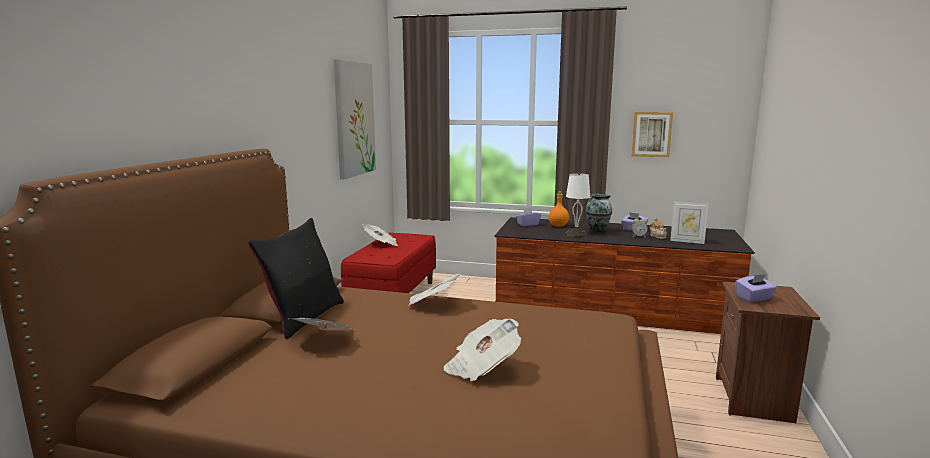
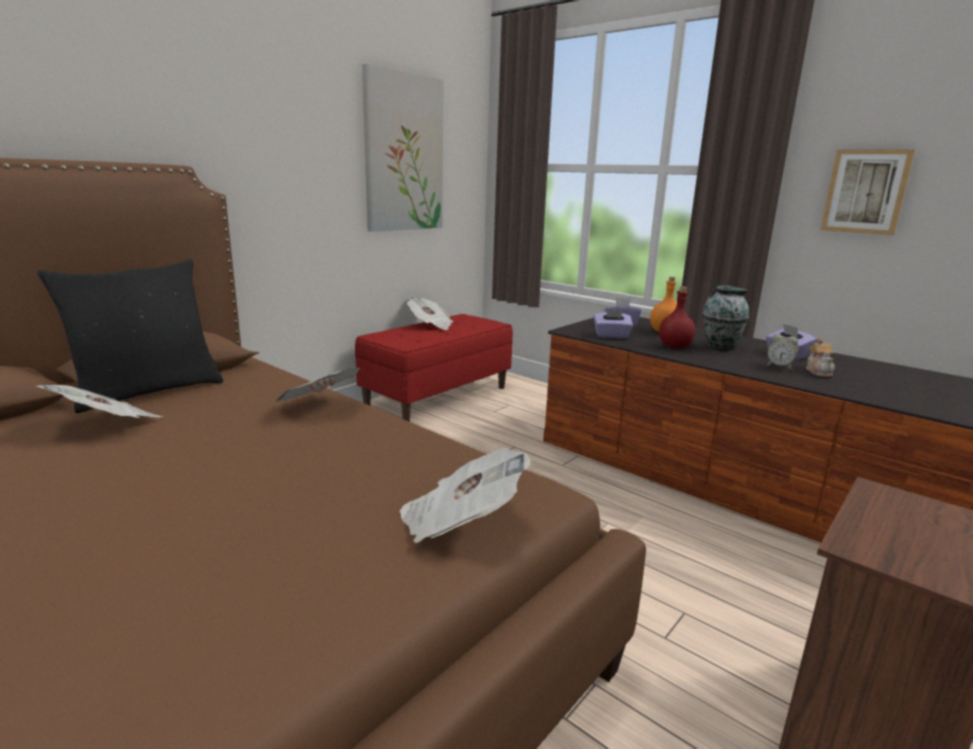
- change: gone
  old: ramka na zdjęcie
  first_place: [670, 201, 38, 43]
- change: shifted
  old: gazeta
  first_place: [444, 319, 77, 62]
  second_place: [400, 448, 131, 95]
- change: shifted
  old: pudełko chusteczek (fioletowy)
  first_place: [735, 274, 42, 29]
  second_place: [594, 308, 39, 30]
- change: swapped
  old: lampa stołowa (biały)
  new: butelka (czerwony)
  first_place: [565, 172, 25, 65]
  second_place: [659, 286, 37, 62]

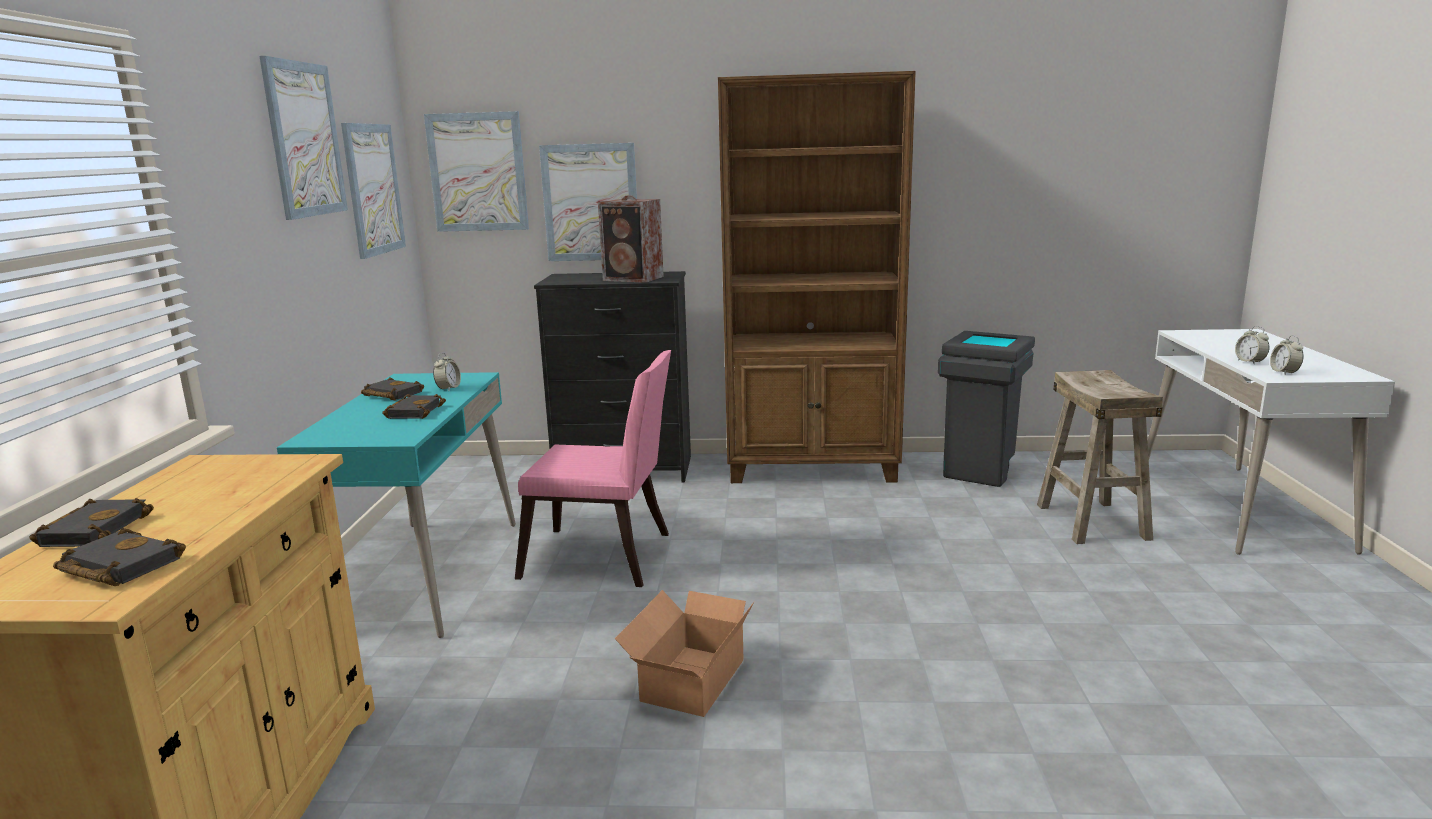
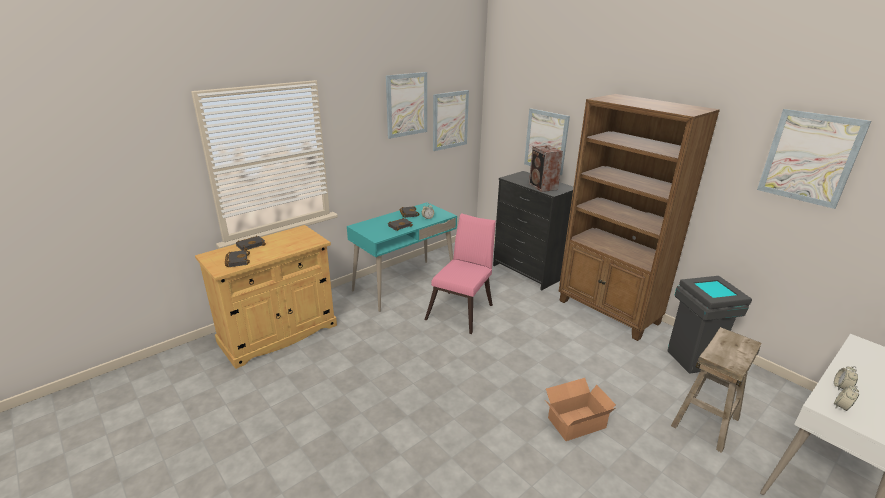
- change: shifted
  old: obraz
  first_place: [424, 111, 105, 121]
  second_place: [757, 109, 114, 100]
- change: shifted
  old: karton
  first_place: [615, 590, 140, 127]
  second_place: [545, 378, 71, 63]
- change: rotated
  old: krzesło (różowy)
  first_place: [515, 350, 156, 237]
  second_place: [425, 213, 71, 121]
  degrees: -120

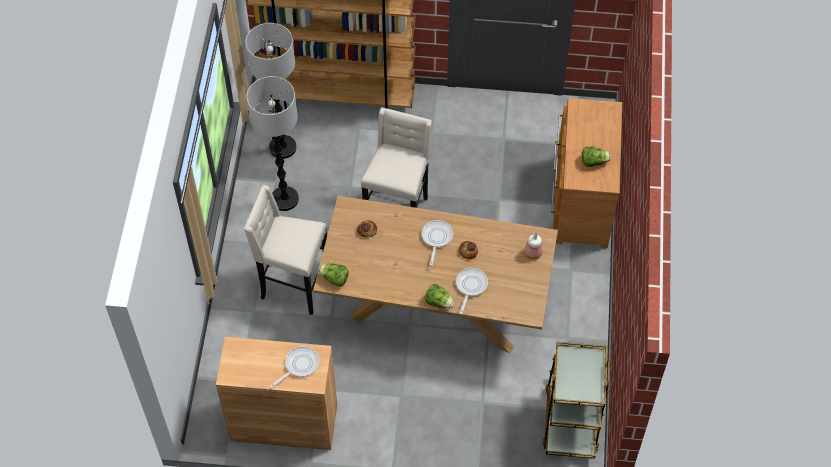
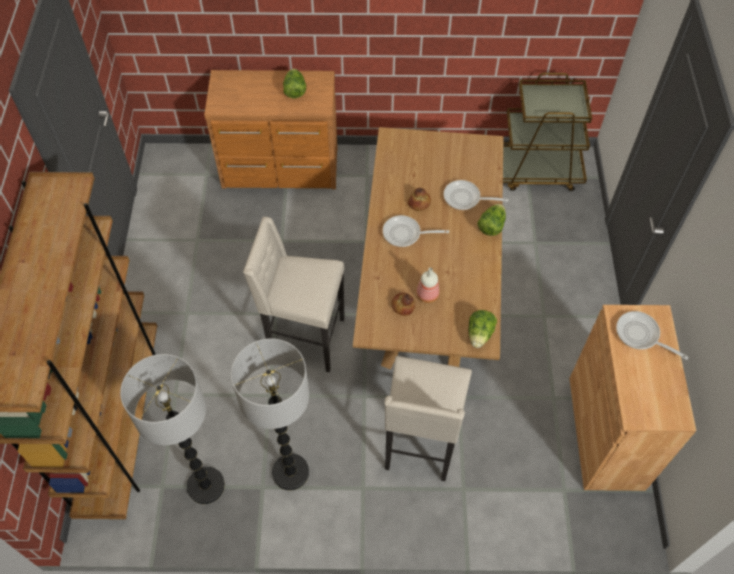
- change: shifted
  old: butelka
  first_place: [524, 232, 19, 28]
  second_place: [416, 268, 23, 35]

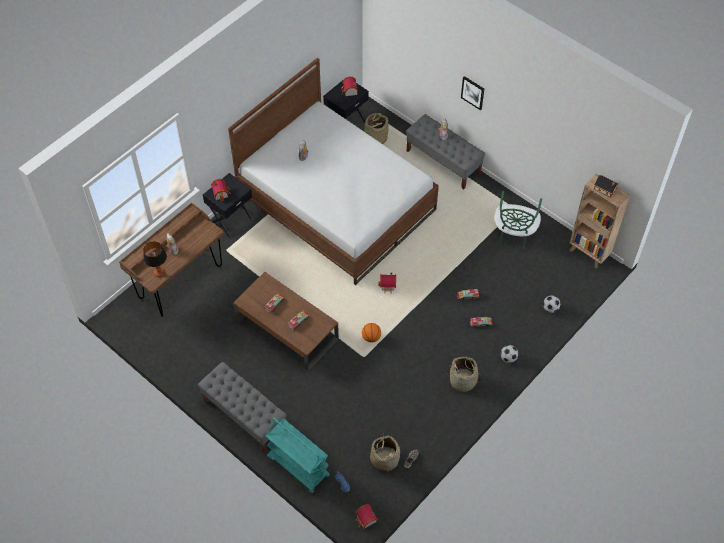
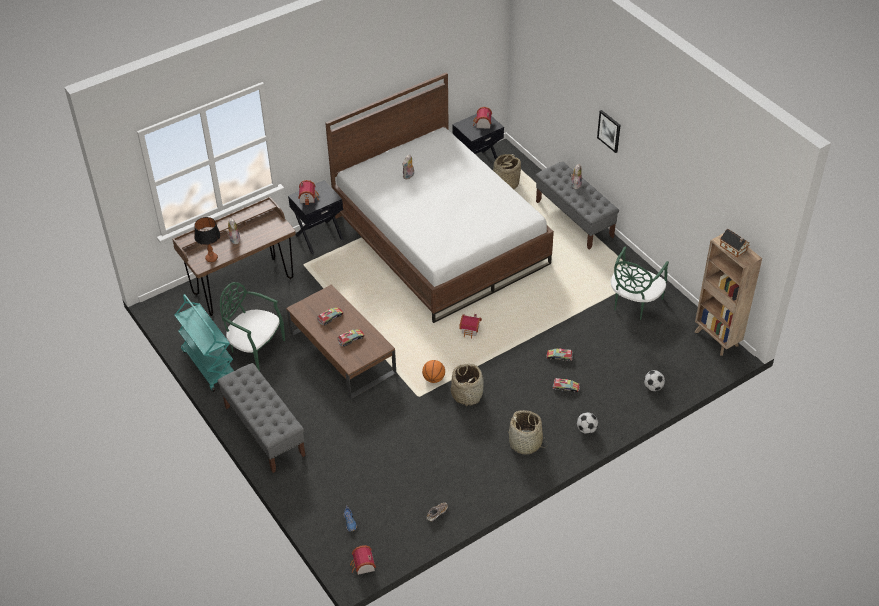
- change: new
  new: krzesło (zielony)
  second_place: [220, 282, 65, 89]
- change: shifted
  old: wózek (turkusowy)
  first_place: [265, 418, 66, 77]
  second_place: [175, 294, 59, 98]
- change: shifted
  old: koszyk
  first_place: [370, 436, 30, 36]
  second_place: [451, 363, 33, 43]

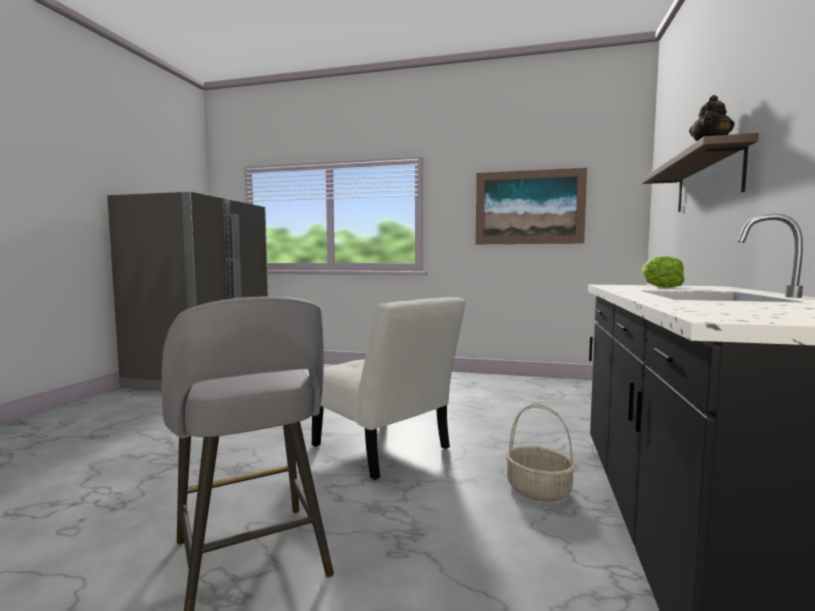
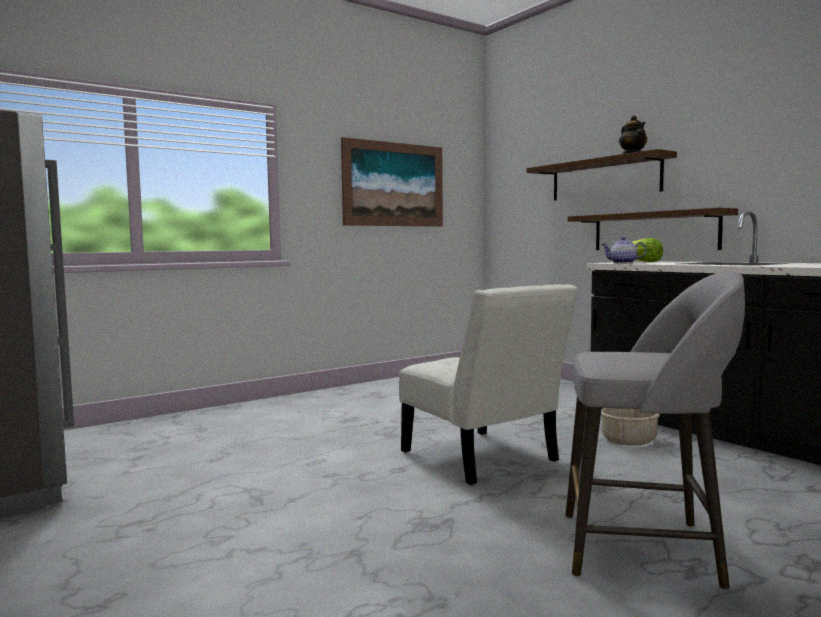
- change: new
  new: półka
  second_place: [568, 208, 170, 42]
- change: new
  new: imbryk
  second_place: [601, 237, 45, 26]
- change: rotated
  old: krzesło (biały)
  first_place: [312, 297, 154, 183]
  second_place: [399, 284, 179, 201]
  degrees: 60

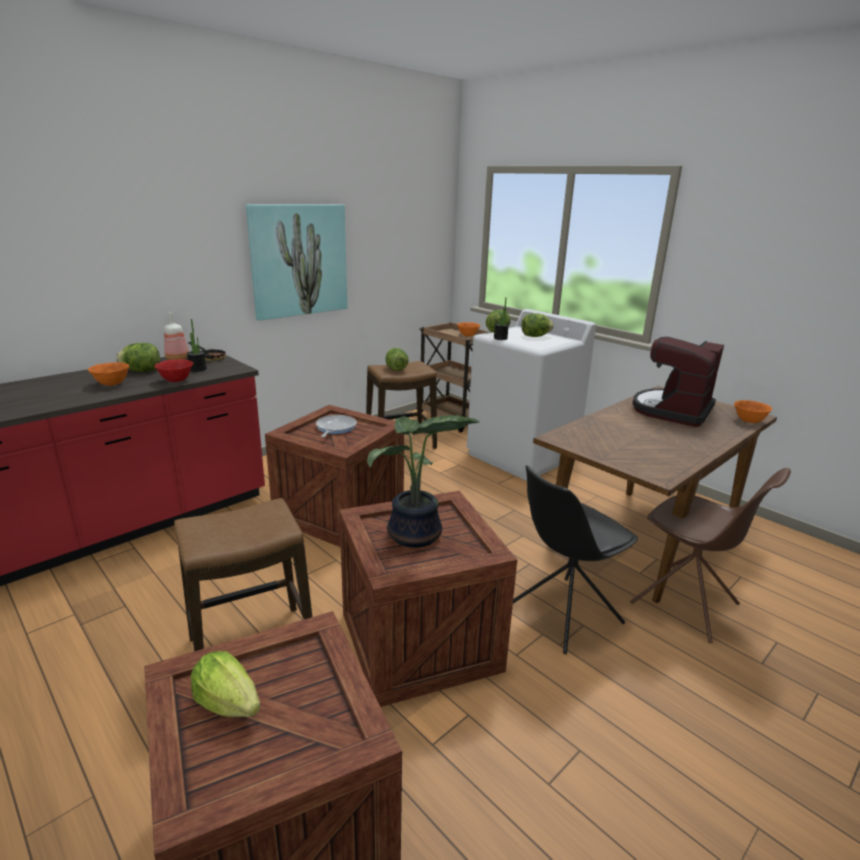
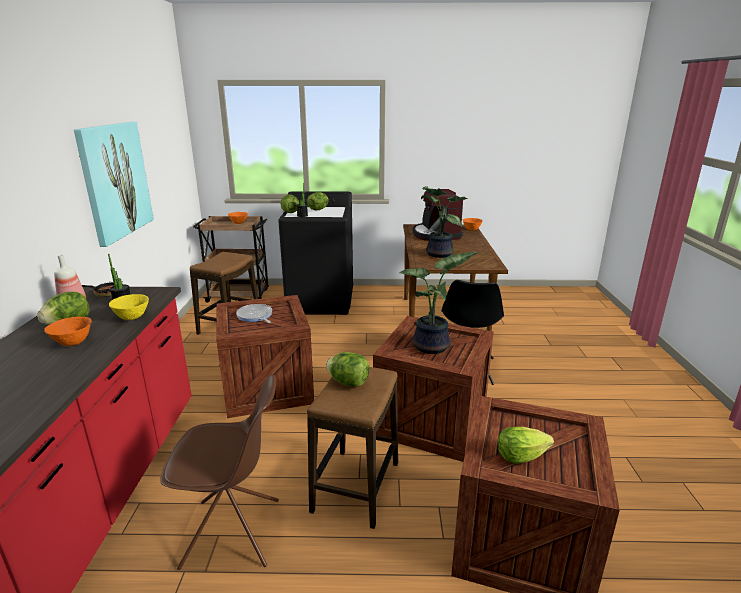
- change: new
  new: roślina doniczkowa
  second_place: [421, 186, 46, 72]
- change: shifted
  old: sałata
  first_place: [386, 348, 23, 23]
  second_place: [326, 352, 43, 35]
- change: shifted
  old: krzesło (brązowy)
  first_place: [630, 468, 161, 175]
  second_place: [160, 374, 119, 196]
- change: repainted
  old: miska (czerwony)
  new: miska (żółty)
  first_place: [155, 359, 38, 23]
  second_place: [109, 294, 40, 26]
- change: repainted
  old: pralka (biały)
  new: pralka (czarny)
  first_place: [467, 309, 129, 172]
  second_place: [278, 191, 75, 124]

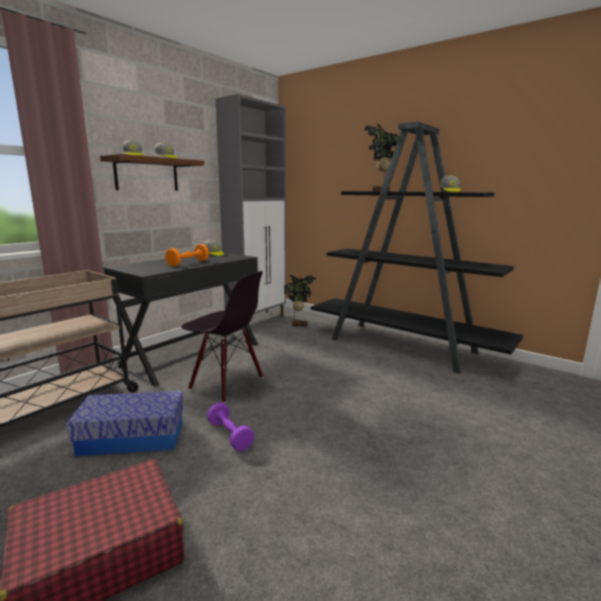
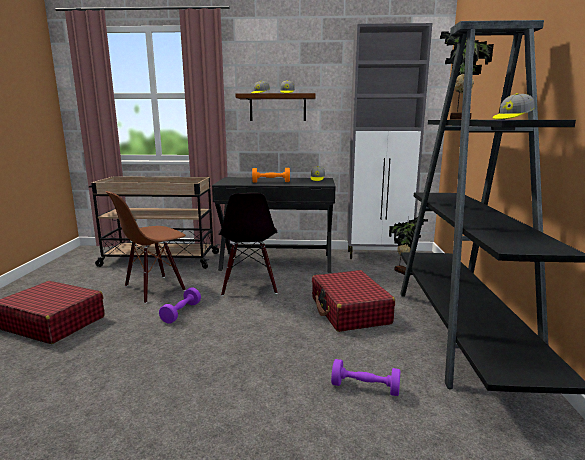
- change: new
  new: walizka (czerwony)
  second_place: [312, 270, 83, 62]
- change: new
  new: hantel (fioletowy)
  second_place: [331, 359, 69, 37]
- change: swapped
  old: pojemnik do przechowywania
  new: krzesło (brązowy)
  first_place: [66, 391, 118, 65]
  second_place: [105, 191, 81, 113]

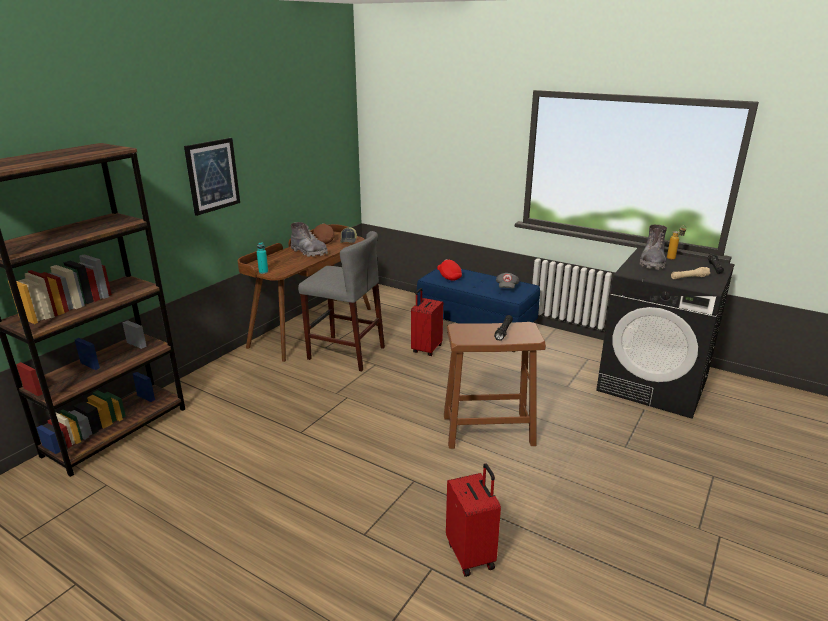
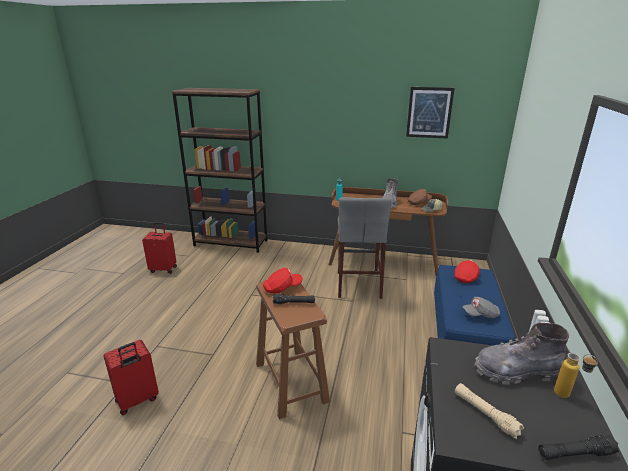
- change: new
  new: czapka z daszkiem (czerwony)
  second_place: [263, 268, 40, 25]
- change: shifted
  old: obraz
  first_place: [184, 138, 56, 78]
  second_place: [406, 87, 49, 52]
- change: shifted
  old: walizka (czerwony)
  first_place: [411, 288, 32, 68]
  second_place: [142, 222, 35, 52]

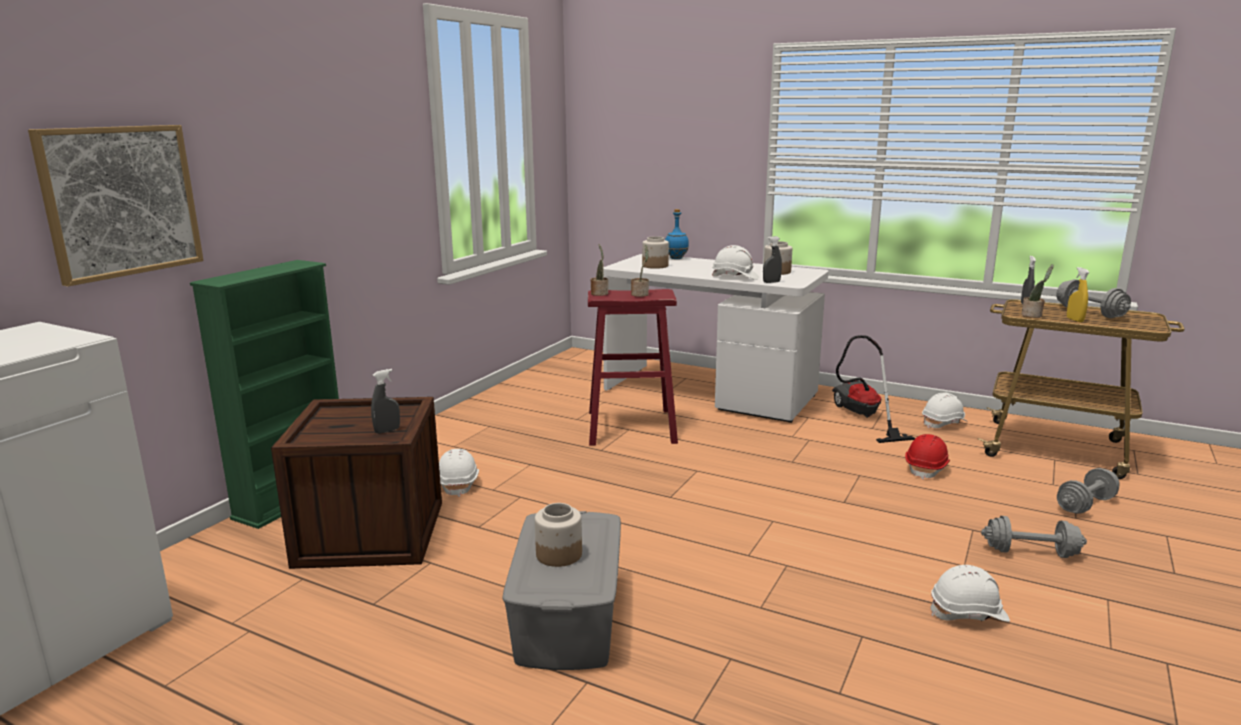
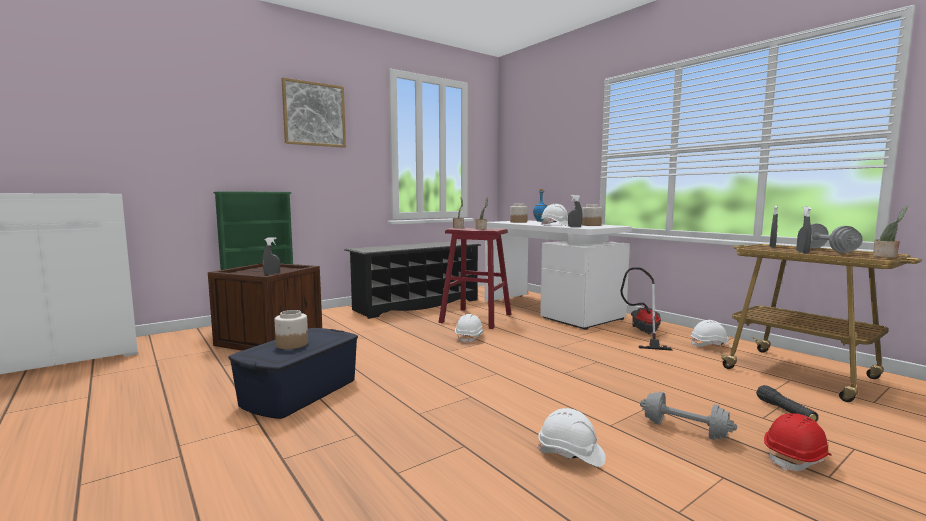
- change: new
  new: regał na buty (czarny)
  second_place: [345, 241, 136, 78]
- change: shifted
  old: obraz
  first_place: [28, 125, 176, 161]
  second_place: [282, 78, 64, 70]
- change: shifted
  old: kask (biały)
  first_place: [439, 449, 40, 48]
  second_place: [455, 314, 29, 30]
- change: shifted
  old: kask (czerwony)
  first_place: [905, 434, 45, 46]
  second_place: [764, 413, 68, 58]
- change: shifted
  old: roślina doniczkowa
  first_place: [1021, 264, 33, 54]
  second_place: [873, 205, 35, 53]
- change: swapped
  old: hantel (szary)
  new: latarka (czarny)
  first_place: [1057, 468, 63, 46]
  second_place: [756, 385, 62, 37]
- change: repainted
  old: pojemnik do przechowywania (szary)
  new: pojemnik do przechowywania (niebieski)
  first_place: [502, 511, 119, 159]
  second_place: [229, 328, 129, 91]
- change: repainted
  old: spryskiwacz (żółty)
  new: spryskiwacz (szary)
  first_place: [1067, 267, 23, 55]
  second_place: [797, 206, 15, 48]

